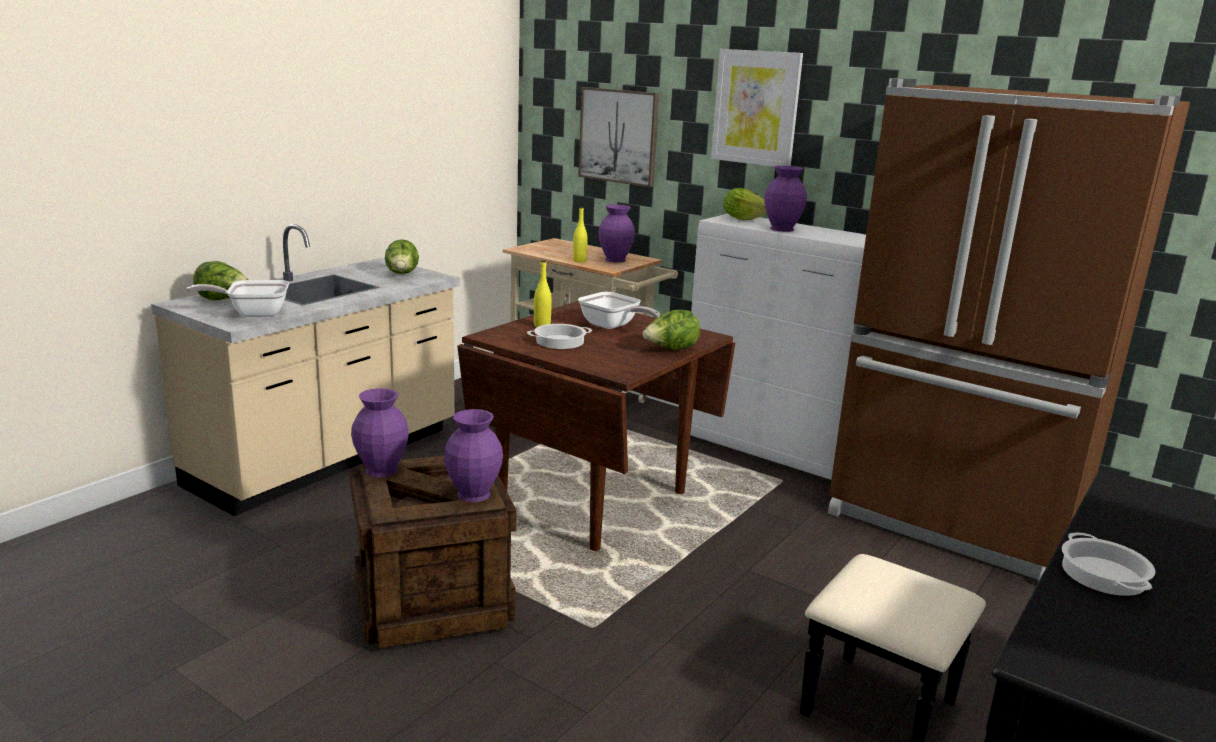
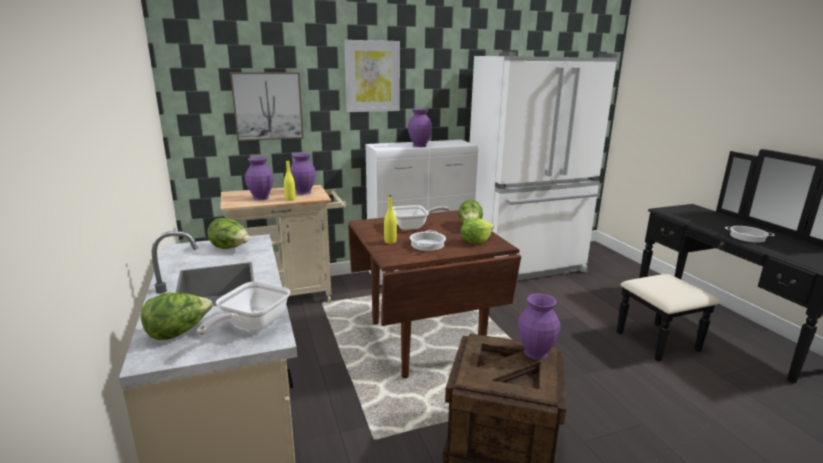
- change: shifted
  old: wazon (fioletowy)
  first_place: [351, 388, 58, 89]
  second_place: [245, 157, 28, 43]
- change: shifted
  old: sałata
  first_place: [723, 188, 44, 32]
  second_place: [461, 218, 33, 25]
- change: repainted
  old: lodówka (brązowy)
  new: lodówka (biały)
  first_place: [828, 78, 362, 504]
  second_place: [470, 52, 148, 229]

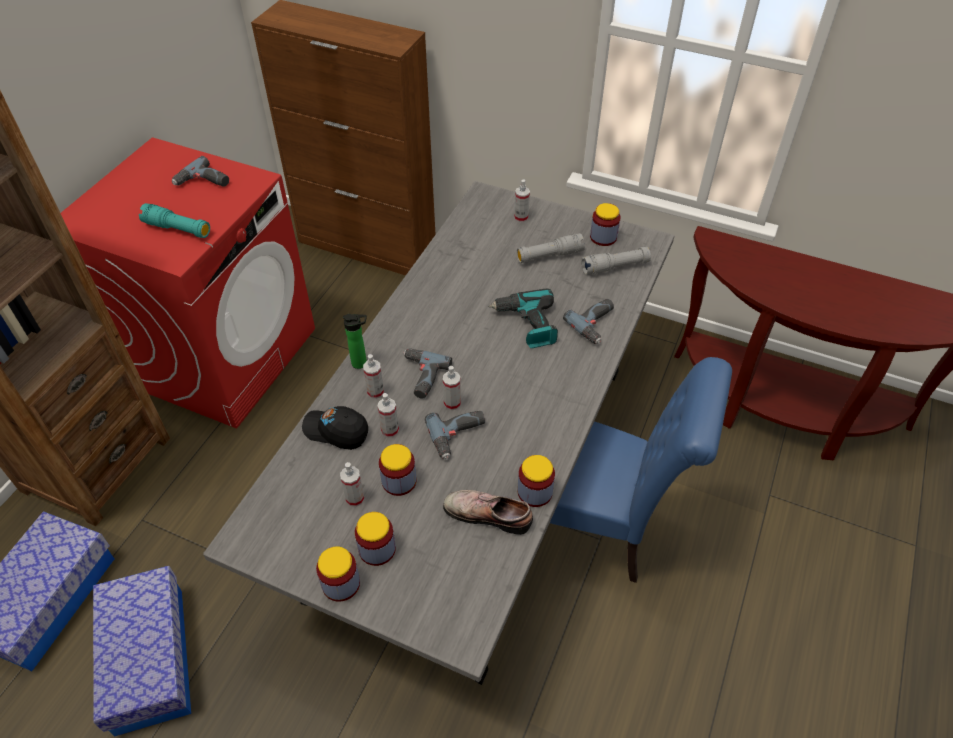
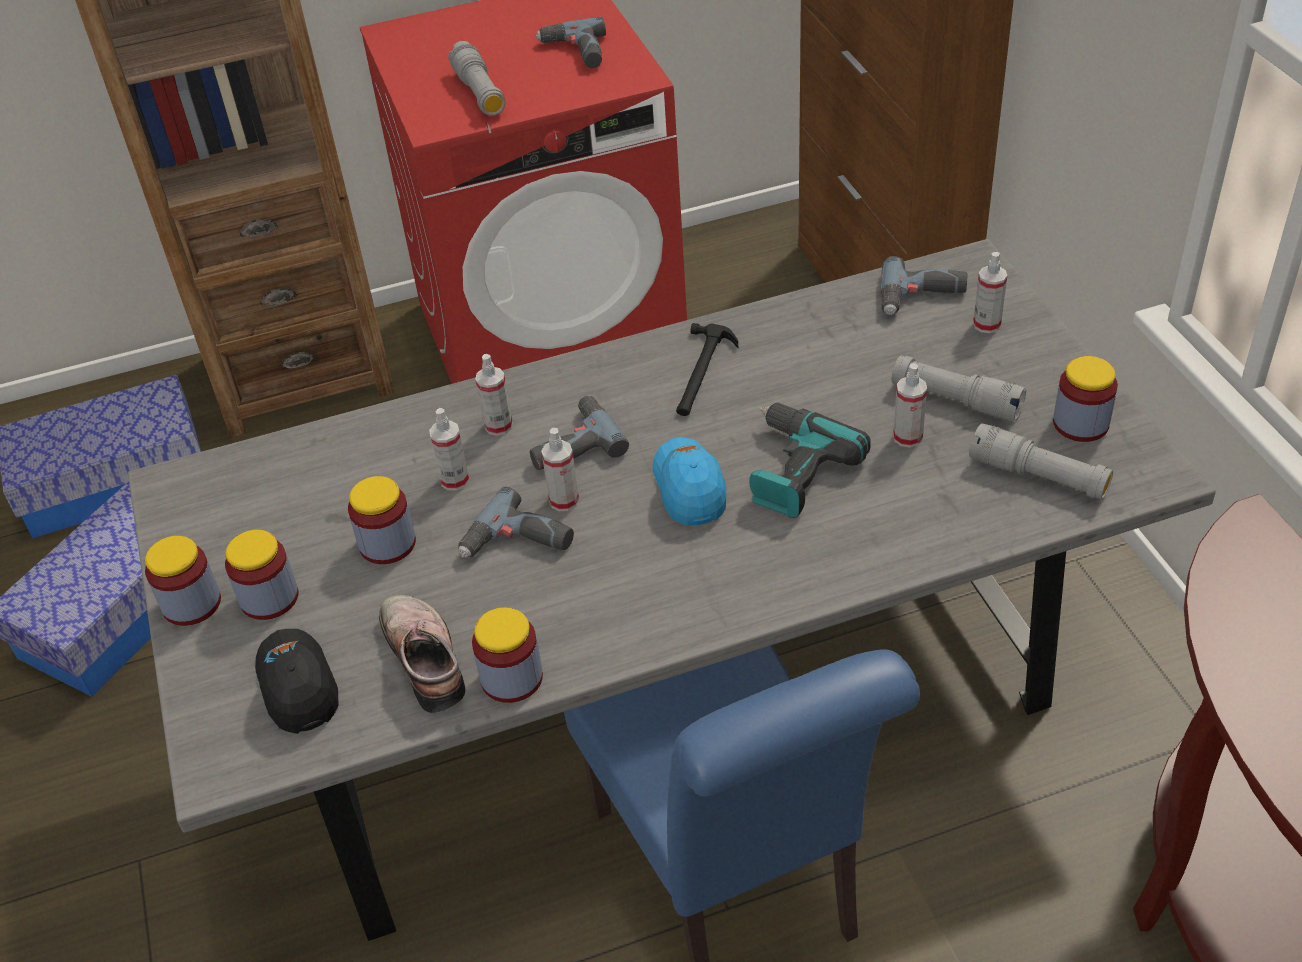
- change: gone
  old: butelka
  first_place: [343, 314, 24, 55]
- change: new
  new: czapka z daszkiem (niebieski)
  second_place: [653, 437, 73, 89]
- change: new
  new: młotek
  second_place: [676, 323, 63, 93]
- change: shifted
  old: czapka z daszkiem (czarny)
  first_place: [302, 406, 66, 44]
  second_place: [255, 629, 84, 105]
- change: shifted
  old: spryskiwacz
  first_place: [340, 462, 24, 45]
  second_place: [893, 363, 34, 85]
- change: shifted
  old: wiertarka
  first_place: [563, 299, 51, 45]
  second_place: [880, 256, 88, 59]
- change: repainted
  old: latarka (turkusowy)
  new: latarka (szary)
  first_place: [139, 203, 71, 35]
  second_place: [448, 41, 57, 75]

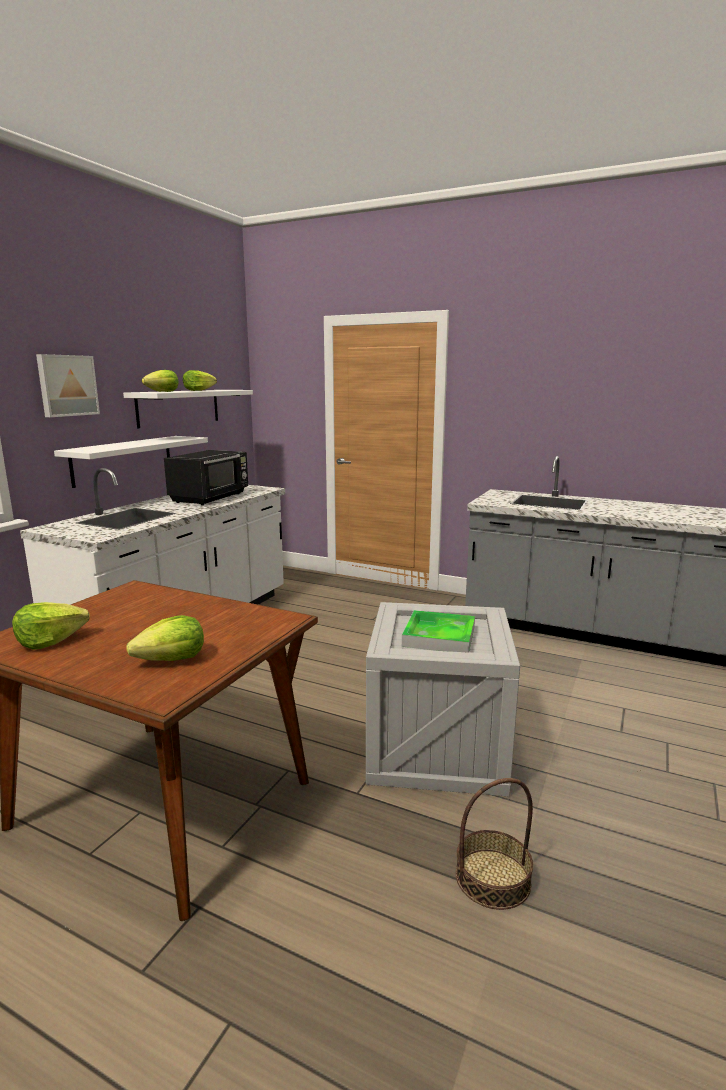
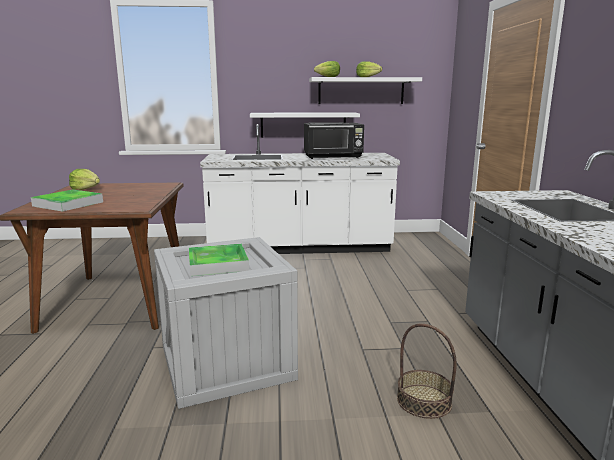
- change: gone
  old: obraz
  first_place: [36, 354, 64, 63]
- change: shifted
  old: koszyk
  first_place: [456, 778, 77, 132]
  second_place: [397, 323, 60, 96]
- change: swapped
  old: sałata
  new: taca
  first_place: [126, 615, 78, 46]
  second_place: [31, 189, 72, 23]

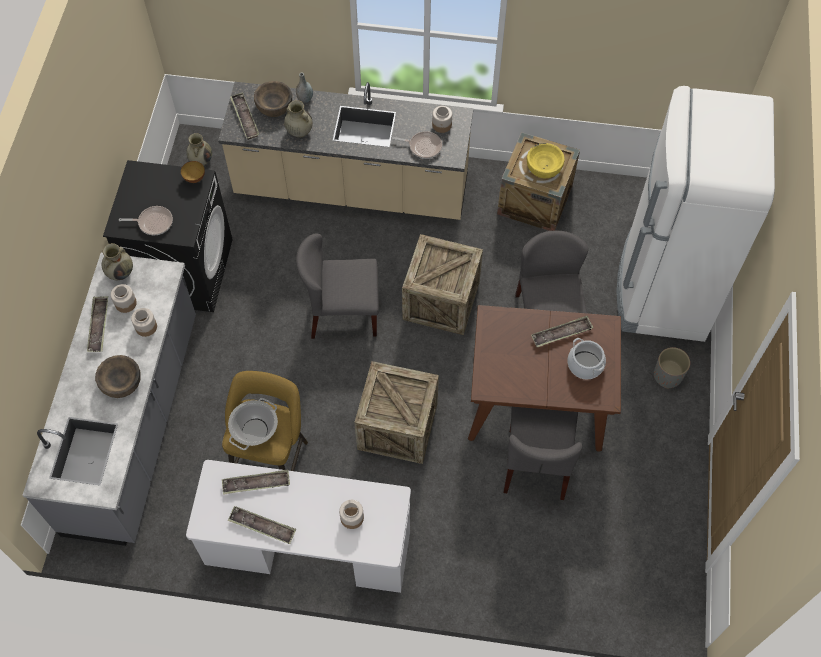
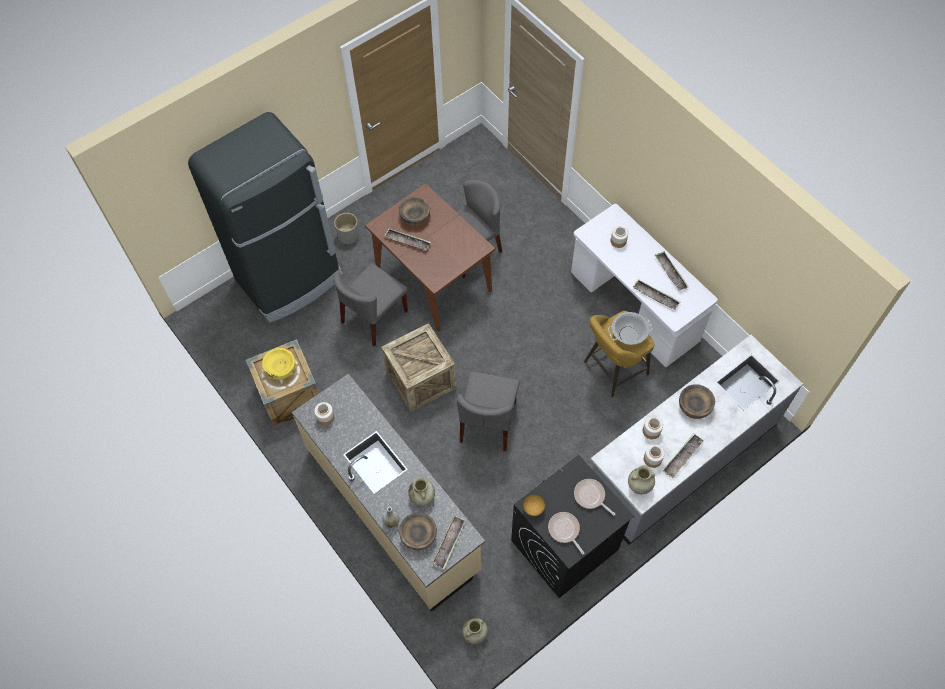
- change: gone
  old: skrzynka
  first_place: [354, 361, 85, 103]
- change: shifted
  old: patelnia
  first_place: [392, 131, 50, 28]
  second_place: [548, 512, 36, 43]
- change: swapped
  old: garnek
  new: miska (brązowy)
  first_place: [567, 338, 39, 41]
  second_place: [399, 197, 31, 29]
- change: repainted
  old: lodówka (biały)
  new: lodówka (czarny)
  first_place: [617, 86, 158, 256]
  second_place: [188, 112, 154, 211]
- change: rotated
  old: krzesło (szary)
  first_place: [296, 234, 83, 105]
  second_place: [457, 372, 63, 79]
  degrees: 60

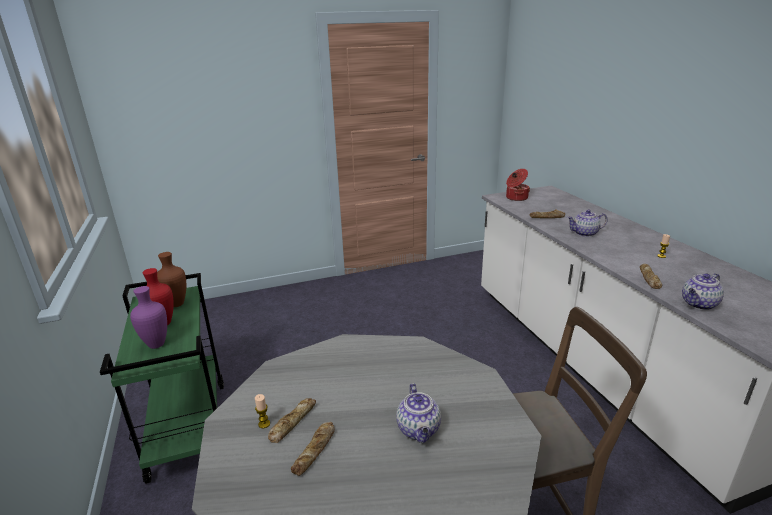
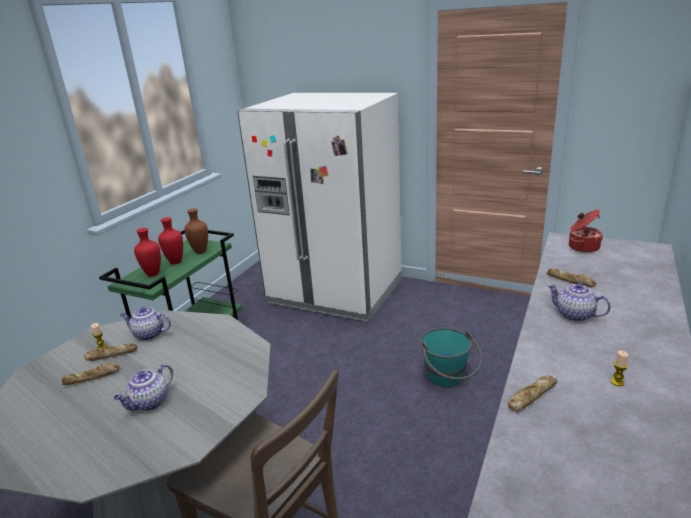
- change: new
  new: lodówka (biały)
  second_place: [237, 93, 165, 229]
- change: new
  new: wiadro (turkusowy)
  second_place: [419, 327, 64, 60]
- change: shifted
  old: imbryk
  first_place: [682, 273, 42, 37]
  second_place: [120, 307, 51, 34]
- change: repainted
  old: wazon (fioletowy)
  new: wazon (czerwony)
  first_place: [130, 286, 37, 63]
  second_place: [134, 228, 27, 49]

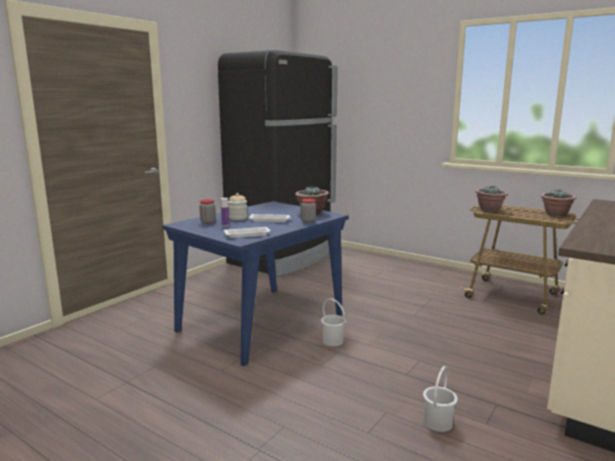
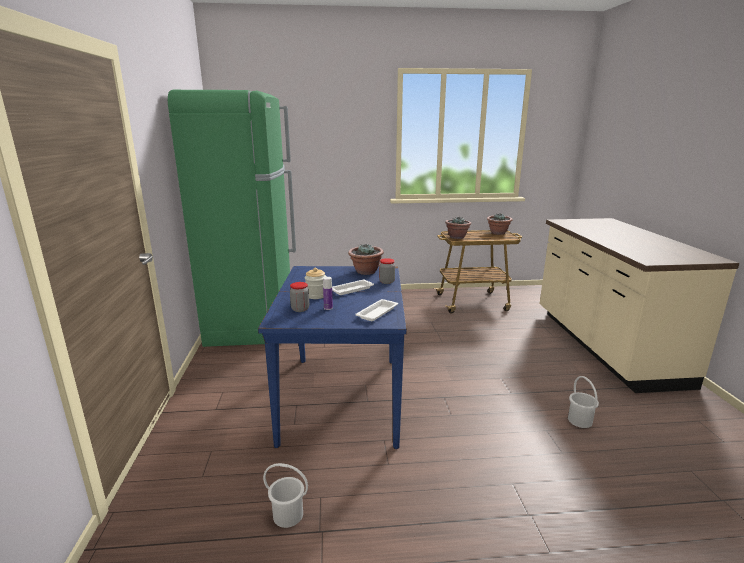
- change: shifted
  old: wiadro (biały)
  first_place: [321, 298, 25, 48]
  second_place: [263, 463, 45, 65]
- change: repainted
  old: lodówka (czarny)
  new: lodówka (zielony)
  first_place: [218, 50, 120, 226]
  second_place: [168, 90, 128, 257]

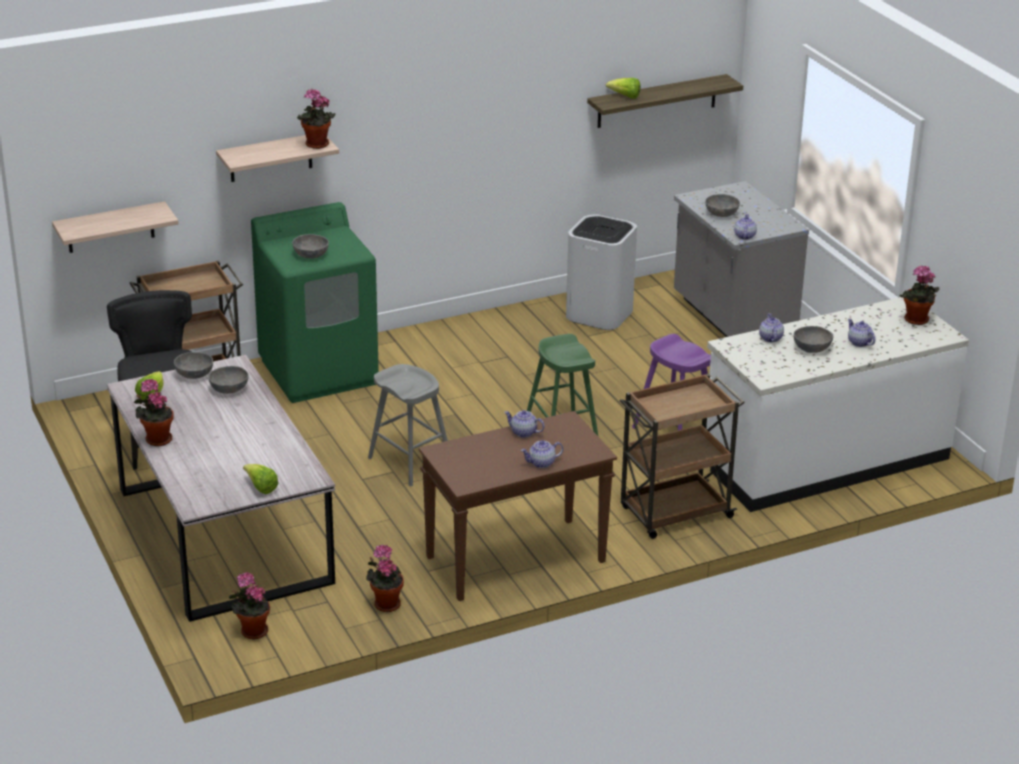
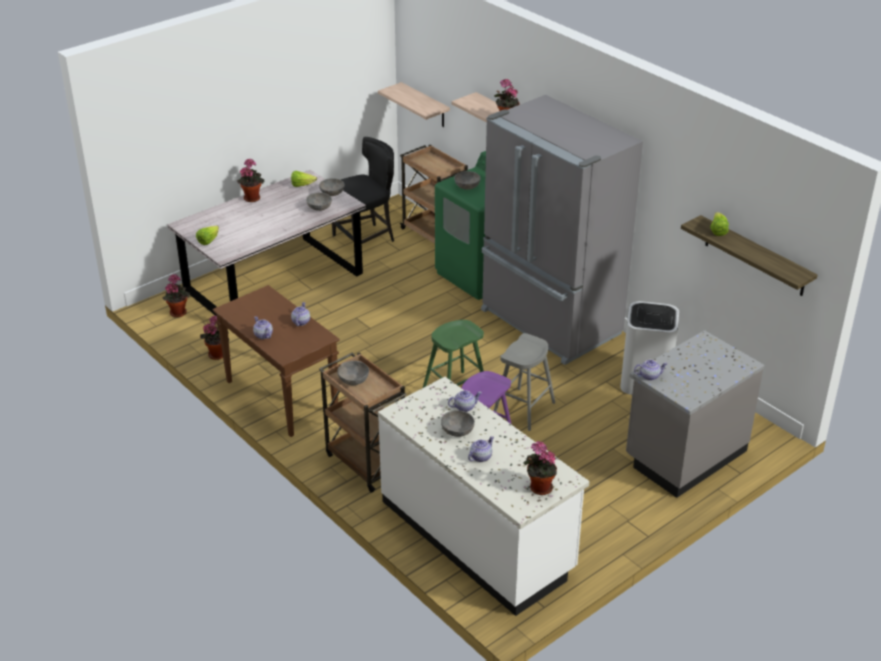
- change: new
  new: lodówka (szary)
  second_place: [481, 95, 162, 270]
- change: shifted
  old: stołek (szary)
  first_place: [368, 364, 80, 122]
  second_place: [494, 333, 61, 98]
- change: shifted
  old: miska (szary)
  first_place: [705, 194, 35, 23]
  second_place: [337, 361, 32, 24]

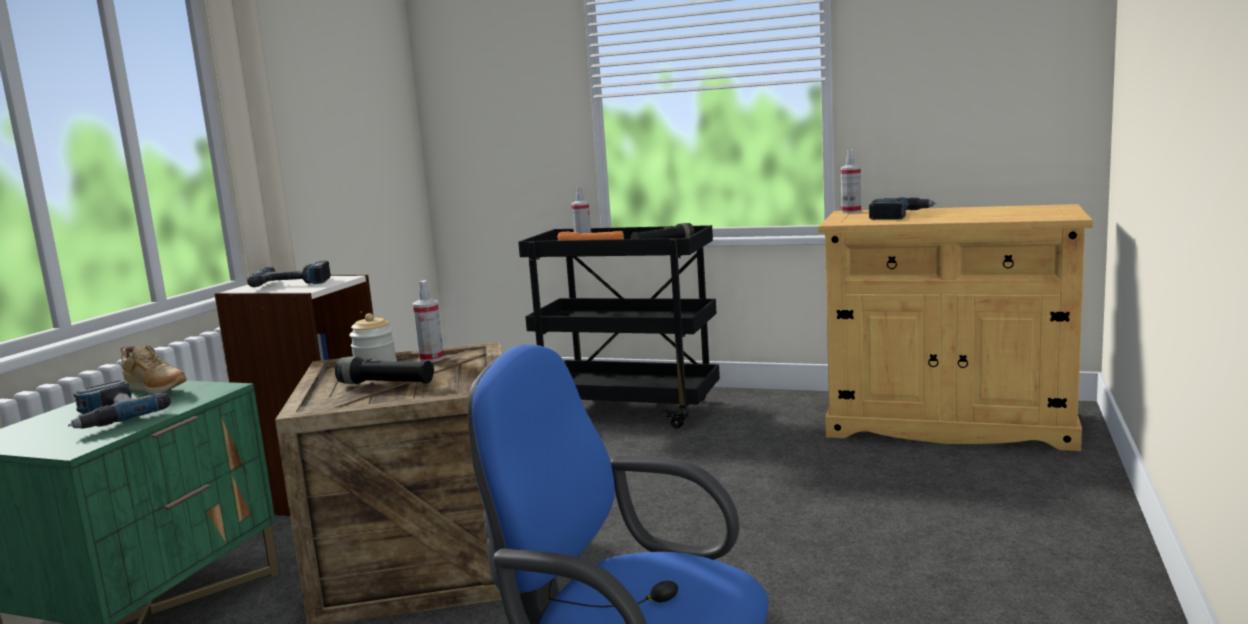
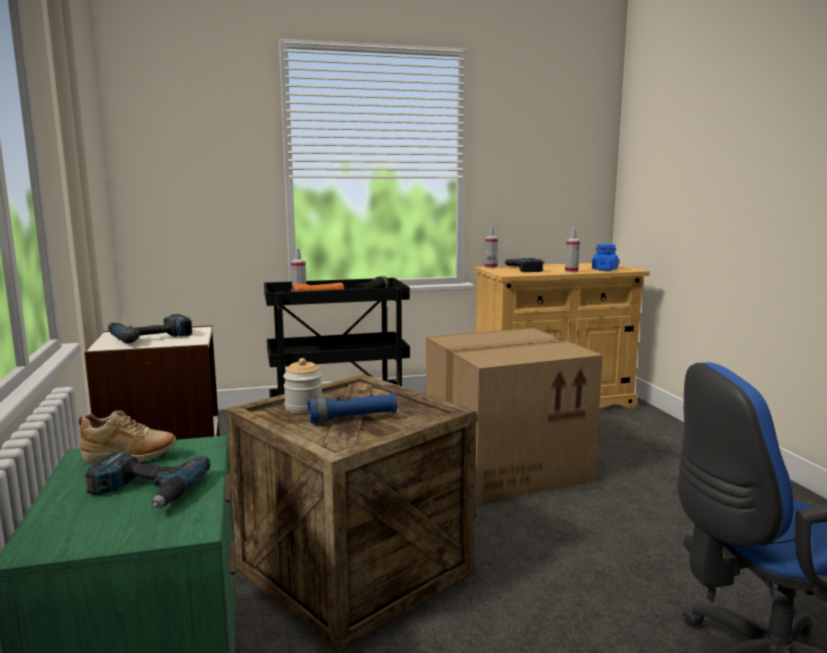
- change: new
  new: karton
  second_place: [426, 328, 177, 175]
- change: new
  new: słoik (niebieski)
  second_place: [592, 244, 26, 27]
- change: shifted
  old: spryskiwacz
  first_place: [413, 280, 31, 82]
  second_place: [565, 228, 15, 45]
- change: repainted
  old: latarka (czarny)
  new: latarka (niebieski)
  first_place: [335, 357, 99, 27]
  second_place: [308, 393, 89, 30]

